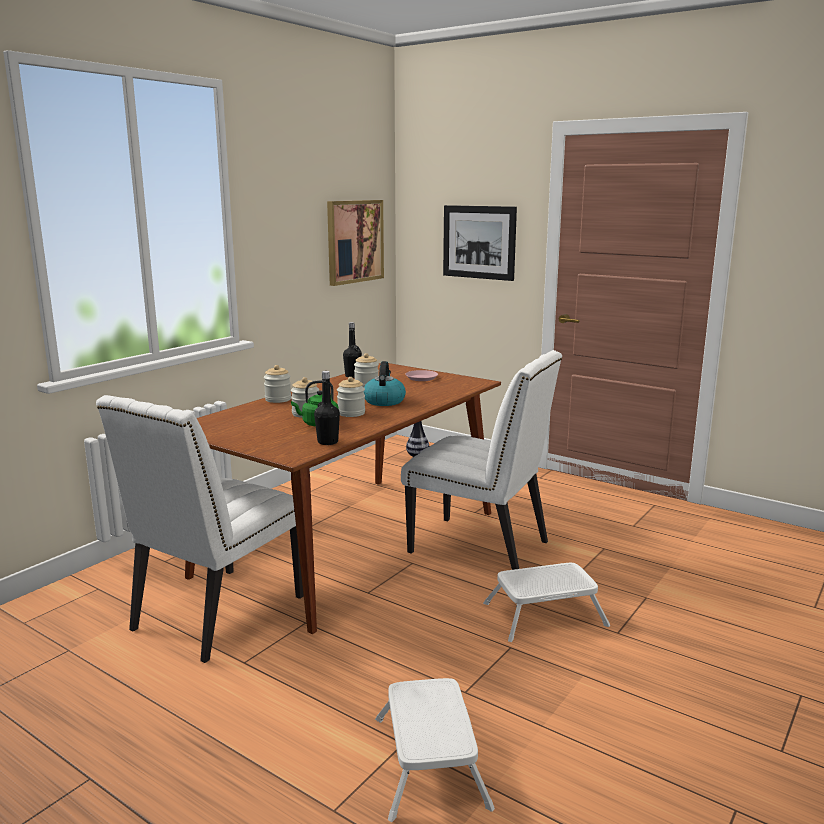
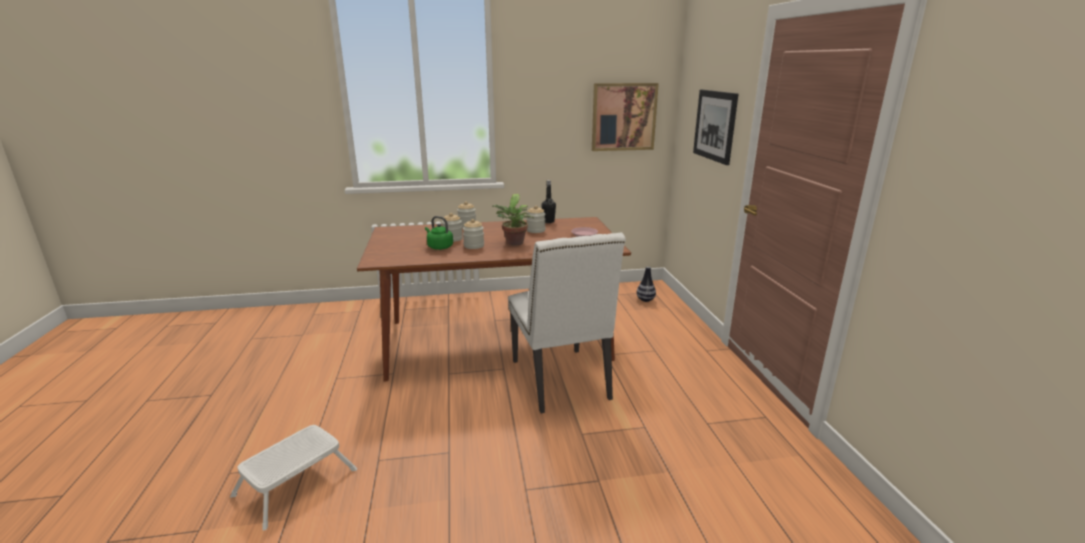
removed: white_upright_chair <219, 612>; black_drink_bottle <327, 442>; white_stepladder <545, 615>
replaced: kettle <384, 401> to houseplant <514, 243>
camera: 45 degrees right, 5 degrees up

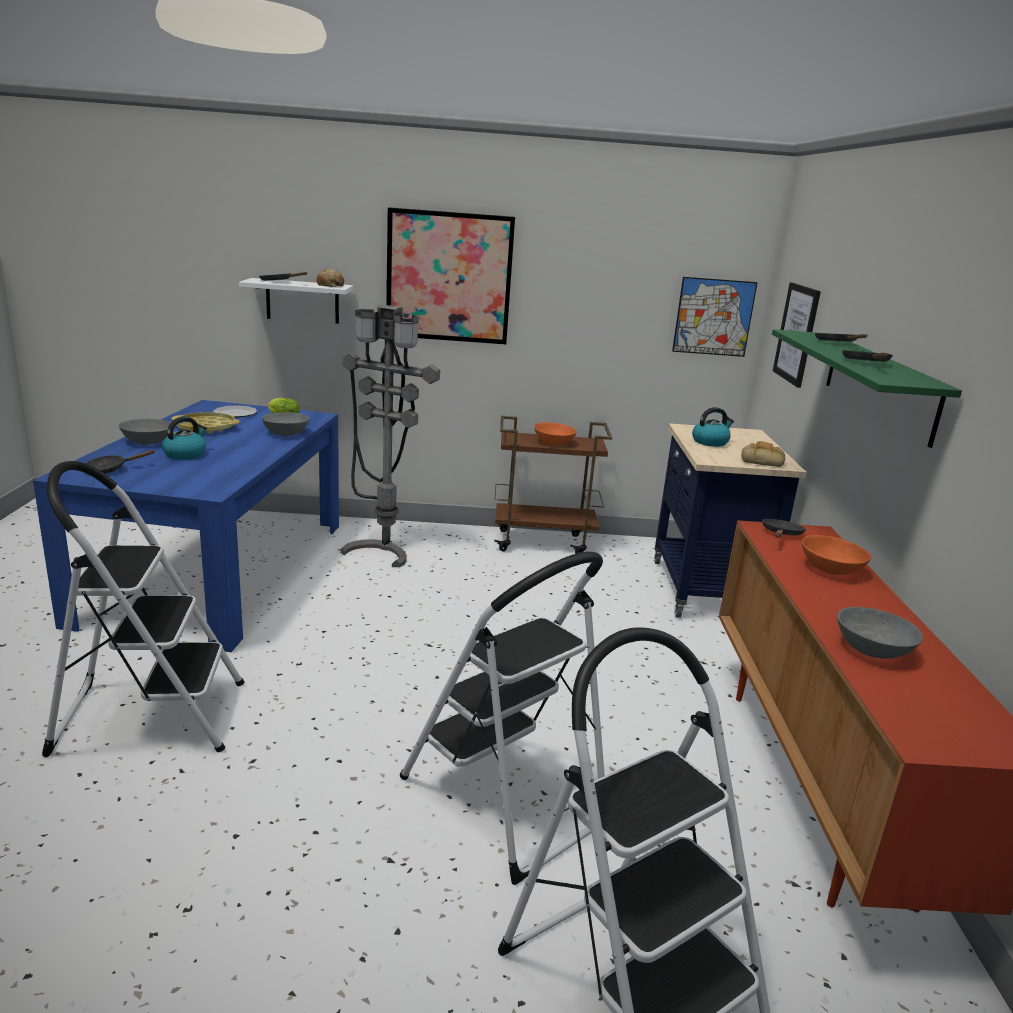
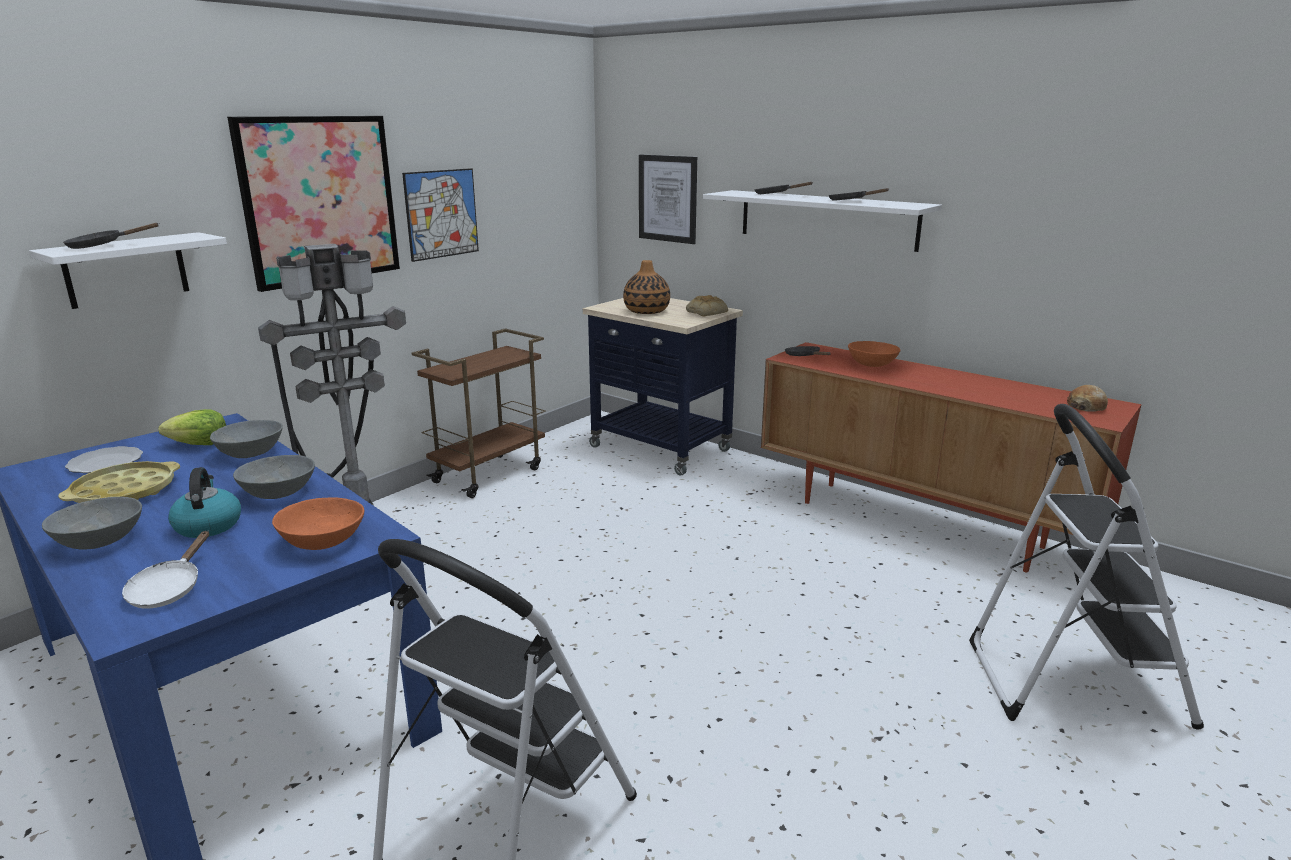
removed: stepladder <504, 803>
moved: grey_deep_dish <872, 650> to <279, 493>; orangey_deep_dish <553, 443> to <322, 542>; wall_art <713, 317> to <441, 214>; bread <330, 285> to <1086, 406>
replaced: kettle <710, 442> to vase <646, 311>
recoloured: black_pan <109, 470> to white_pan <169, 589>; greenish_wall_shelf <879, 384> to white_wall_shelf <826, 219>
camera: 50 degrees left, 0 degrees up

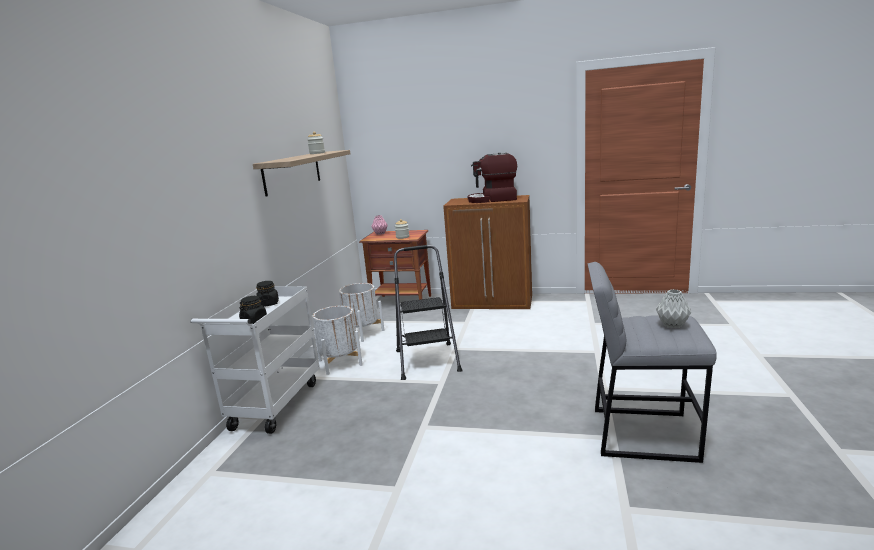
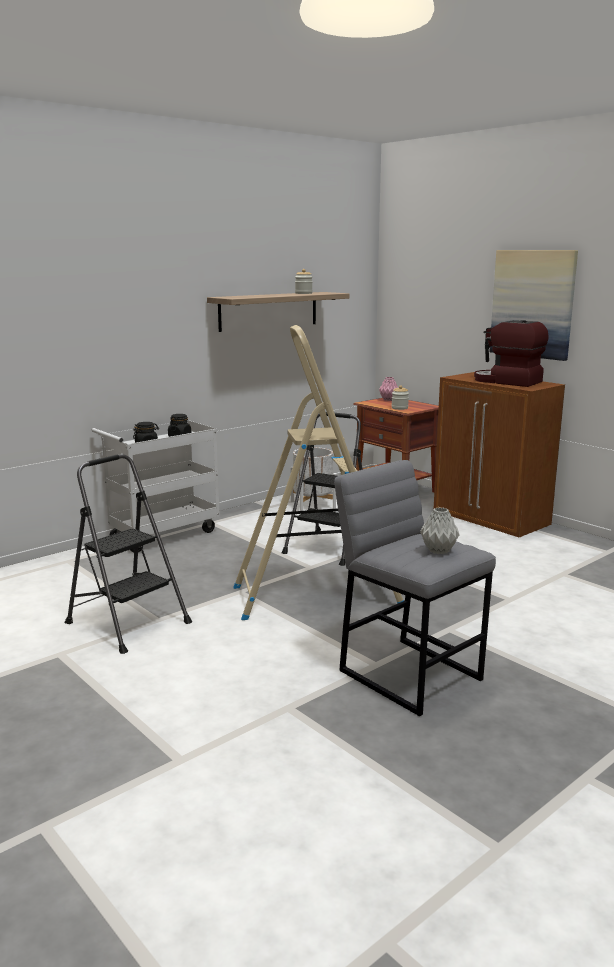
removed: white_flower_pot <340, 362>
added: black_stepladder <126, 620>; sand-coloured_stepladder <318, 596>; wall_art <533, 304>
camera: 35 degrees right, 0 degrees up

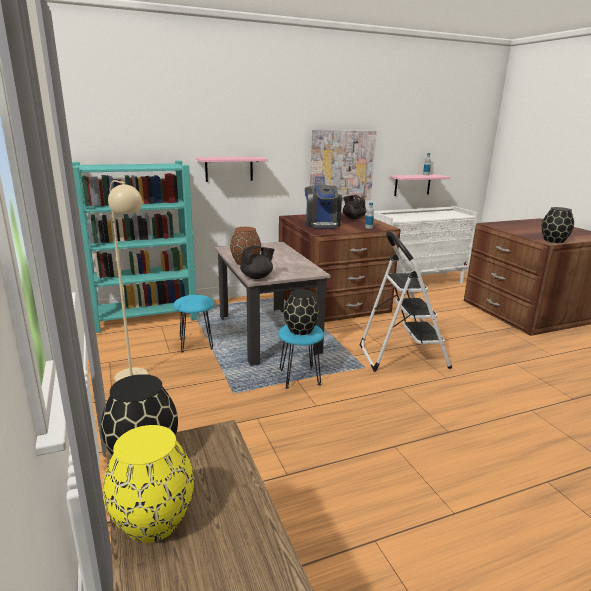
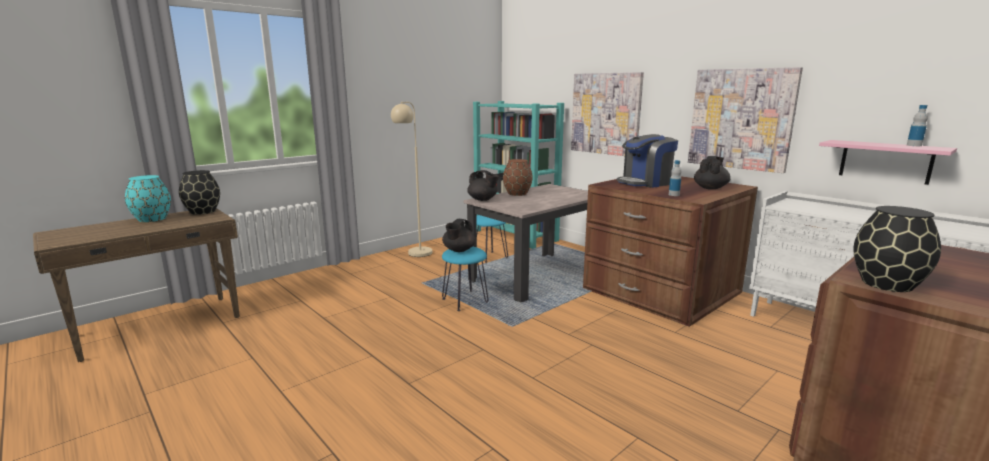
removed: stepladder <400, 356>
replaced: black_vase <300, 330> to black_pot_for_tea <458, 250>; pink_wall_shelf <229, 169> to wall_art <606, 114>
recoloured: yellow-coloured_vase <155, 520> to turquoise-coloured_vase <152, 219>
camera: 70 degrees right, 5 degrees down

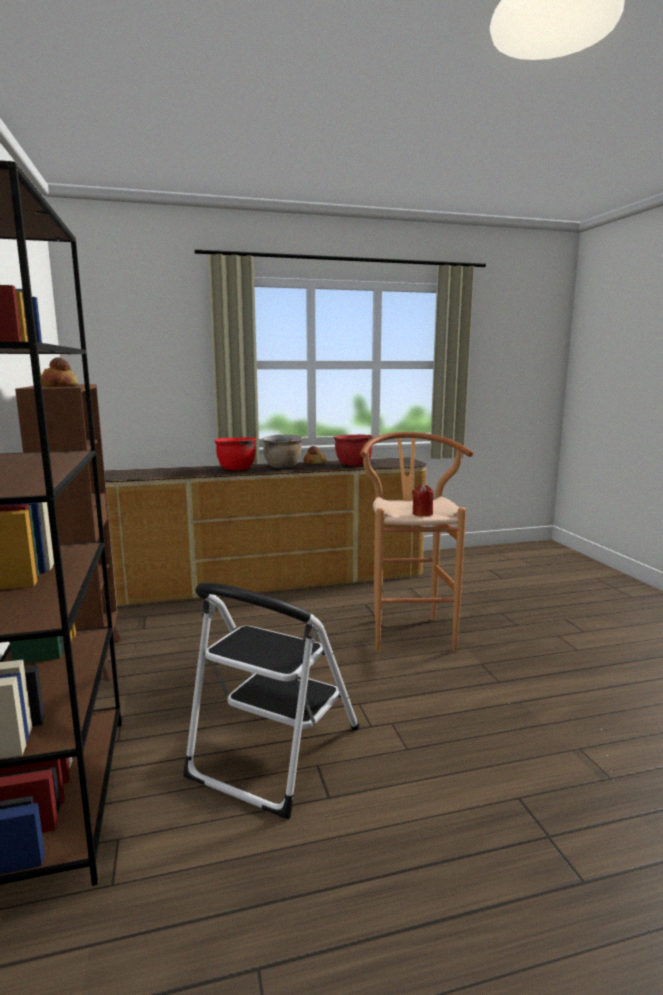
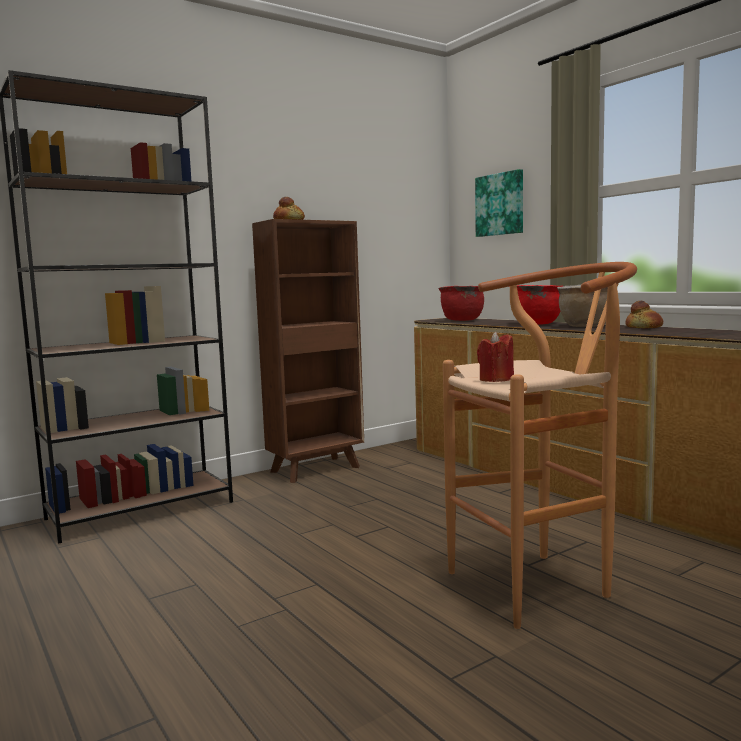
removed: stepladder <272, 754>
added: wall_art <500, 204>
moved: red-coloured_cooking_pot <353, 465> to <462, 320>
camera: 70 degrees right, 5 degrees down

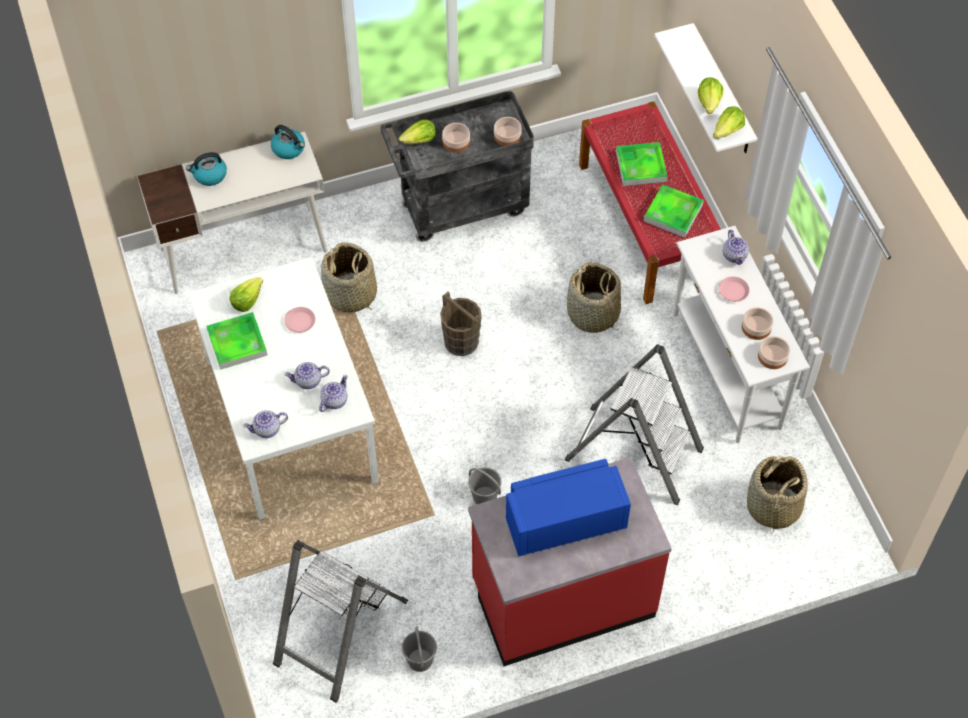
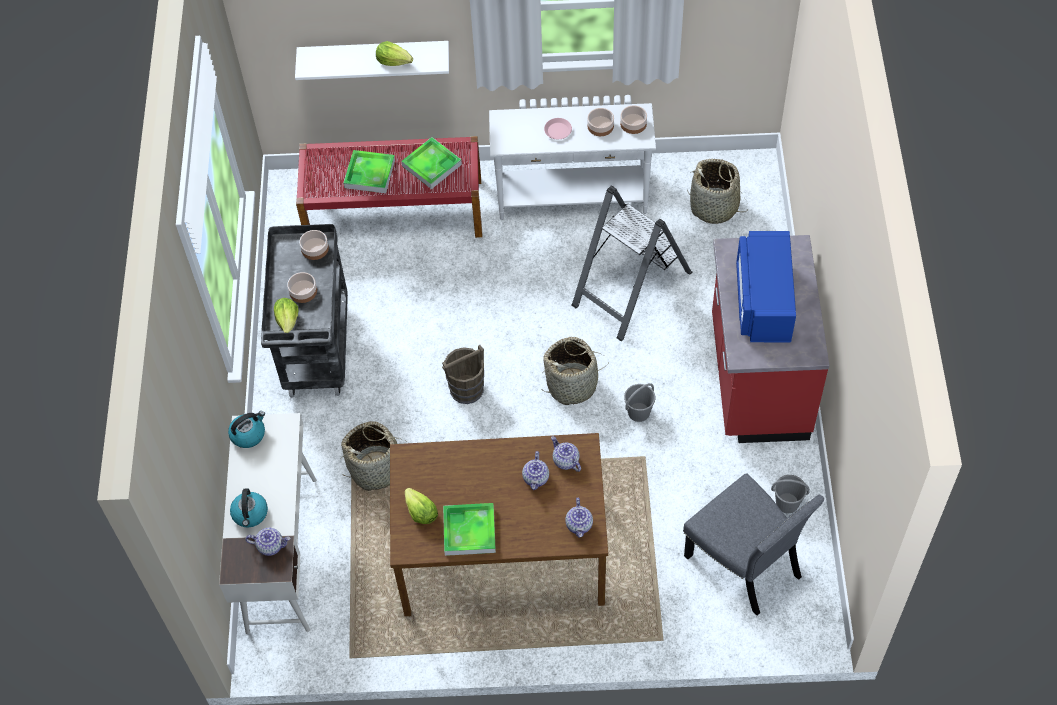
removed: pink_flat_dish <300, 322>; lettuce <727, 131>
moved: pot_for_tea <735, 255> to <271, 545>; storage_basket <593, 314> to <572, 384>
replaced: grey_stepladder <339, 633> to grey_upright_chair <743, 562>
recoloured: white_dining_table <292, 420> to brownish_dining_table <503, 553>
camera: 70 degrees left, 0 degrees up

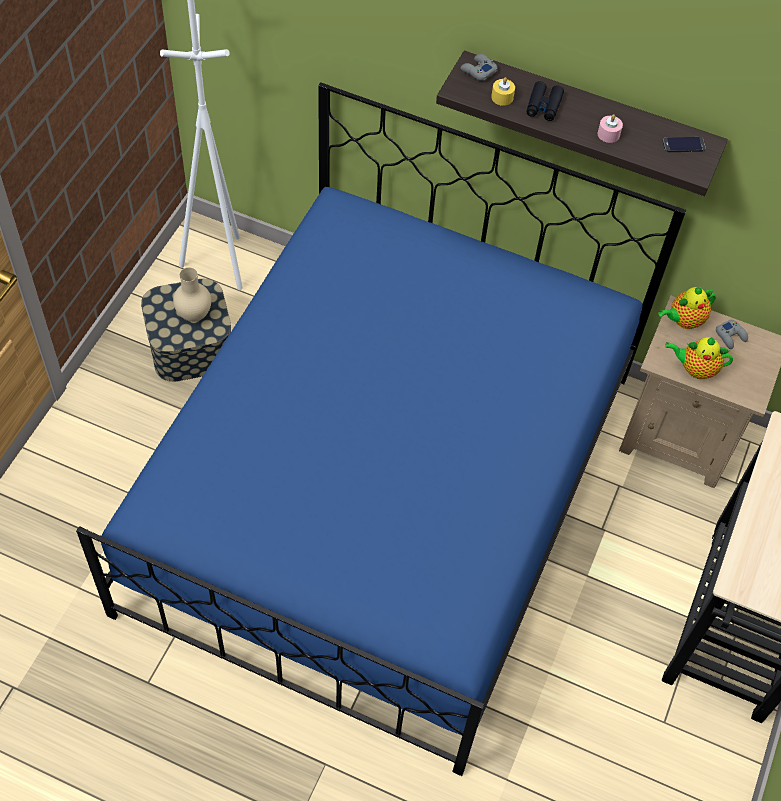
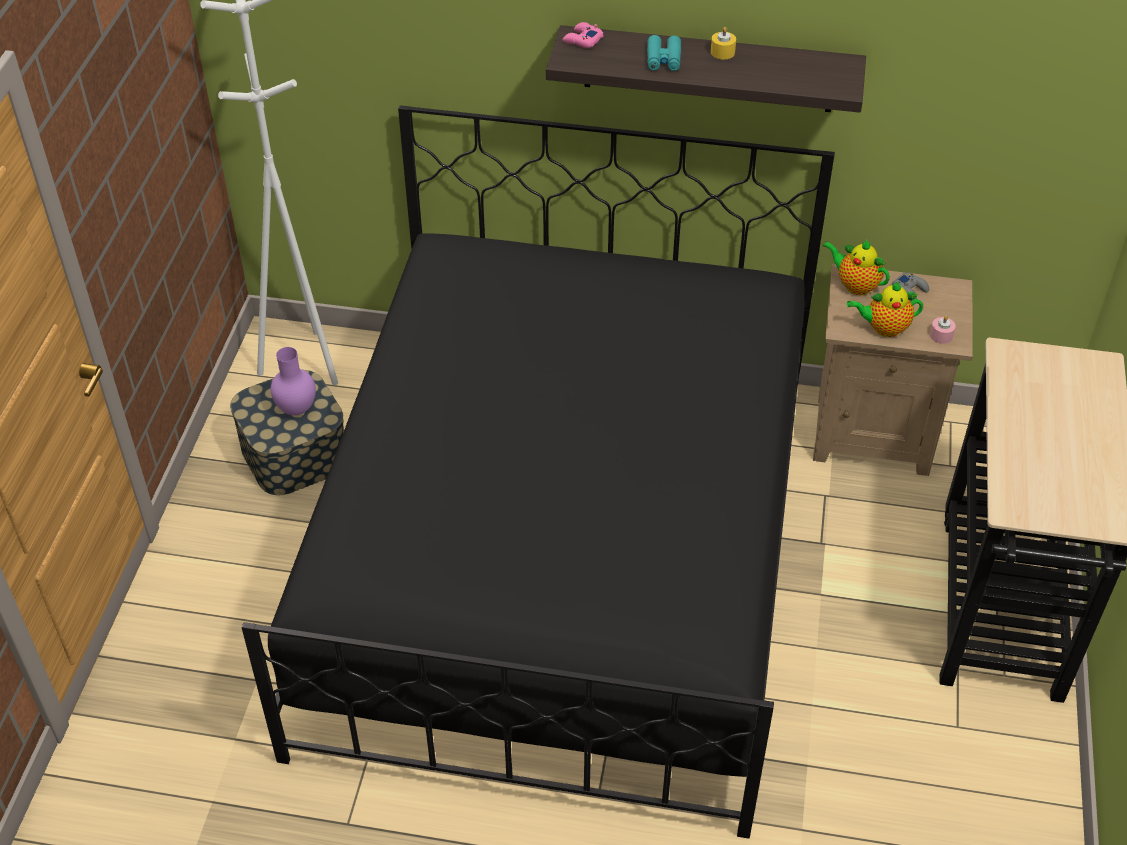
removed: phone <683, 144>
moved: yellow-coloured_wax_light <502, 97> to <722, 52>; pink_wax_light <608, 134> to <941, 335>
recoloured: blue-coloured_bedroom_bed <384, 489> to black_bedroom_bed <564, 555>; sand-coloured_vase <195, 315> to purple_vase <297, 409>; grey_joypad <478, 71> to pink_joypad <582, 40>; black_binoculars <543, 106> to turquoise-coloured_binoculars <663, 59>
turned: pot_for_tea <683, 321> = <855, 285> 75 degrees clockwise
camera: 10 degrees left, 10 degrees down

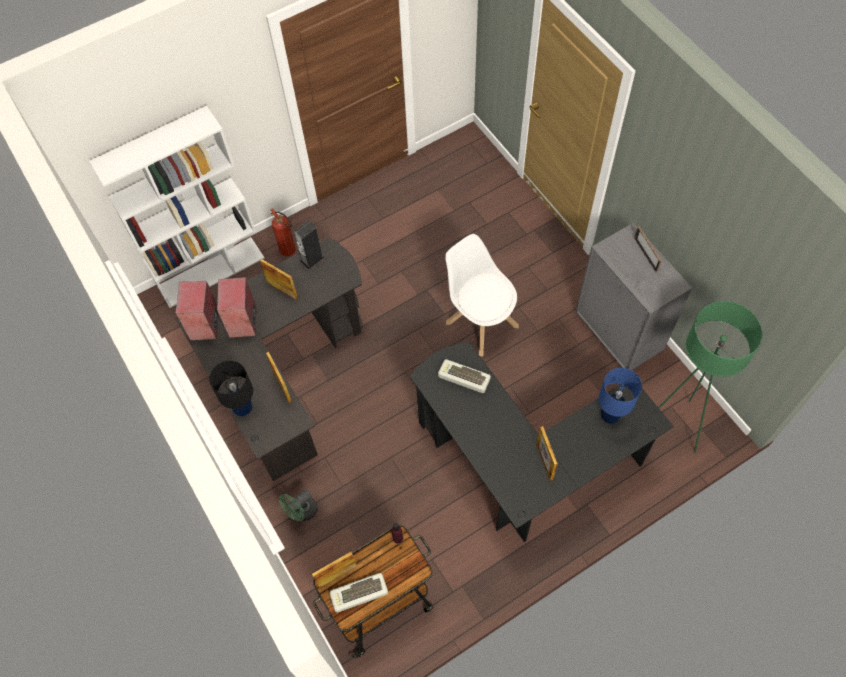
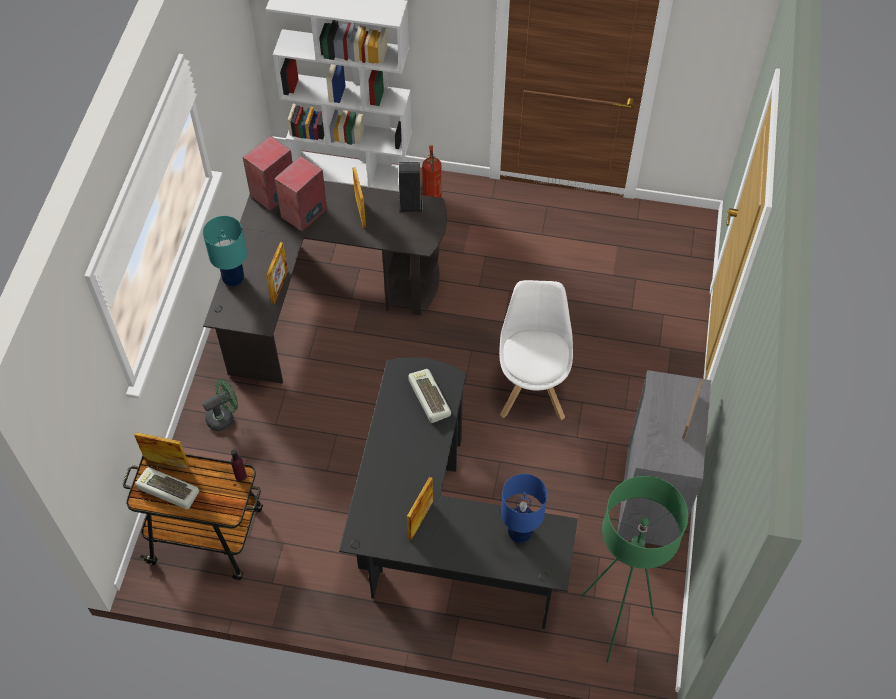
recoloured: black_tabletop_lamp <243, 408> to turquoise-coloured_tabletop_lamp <234, 279>
turned: greenish_fan <302, 512> = <224, 417> 150 degrees clockwise
camera: 40 degrees right, 5 degrees down

